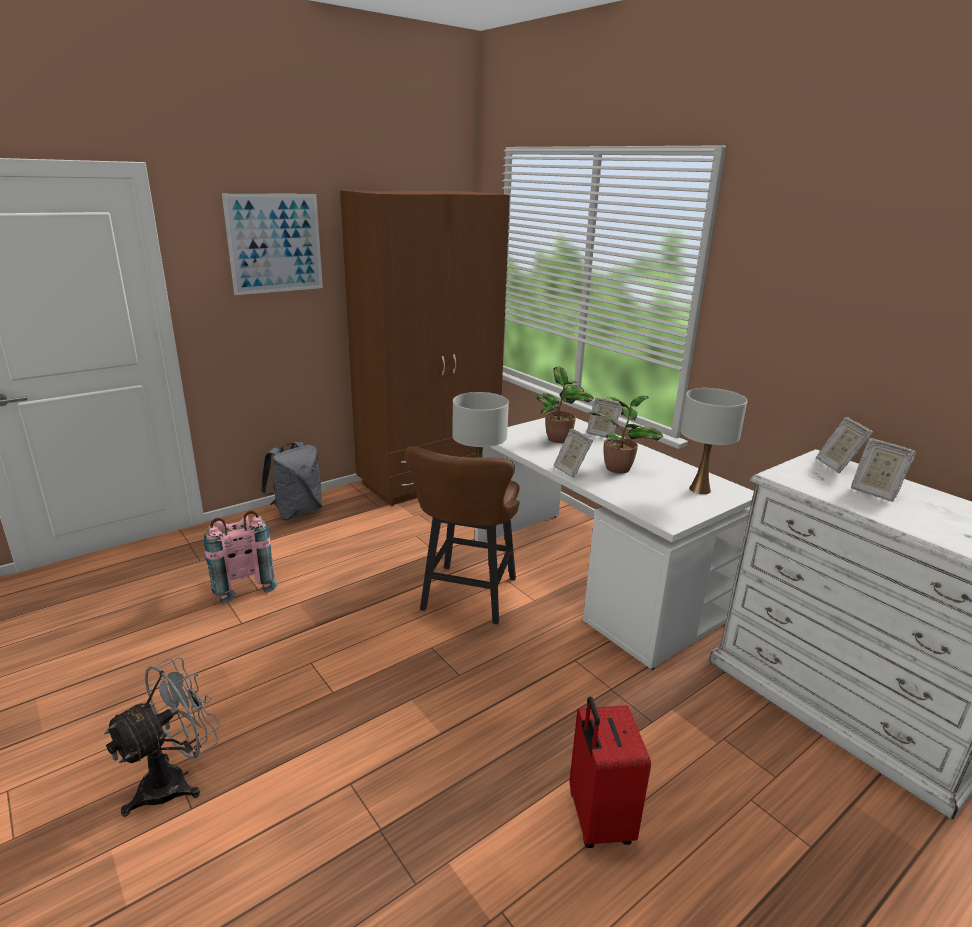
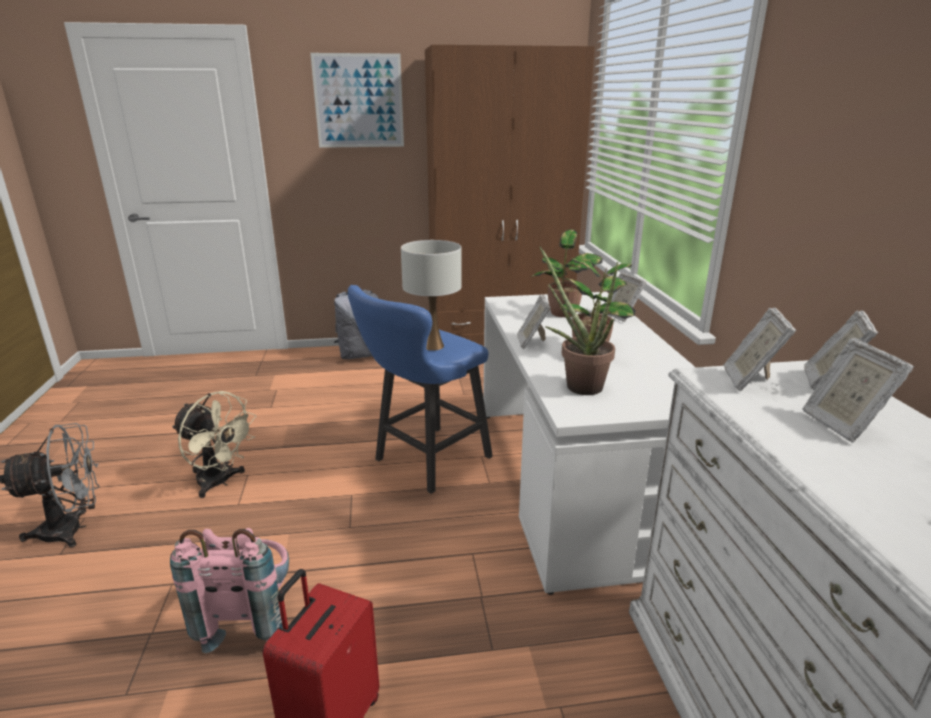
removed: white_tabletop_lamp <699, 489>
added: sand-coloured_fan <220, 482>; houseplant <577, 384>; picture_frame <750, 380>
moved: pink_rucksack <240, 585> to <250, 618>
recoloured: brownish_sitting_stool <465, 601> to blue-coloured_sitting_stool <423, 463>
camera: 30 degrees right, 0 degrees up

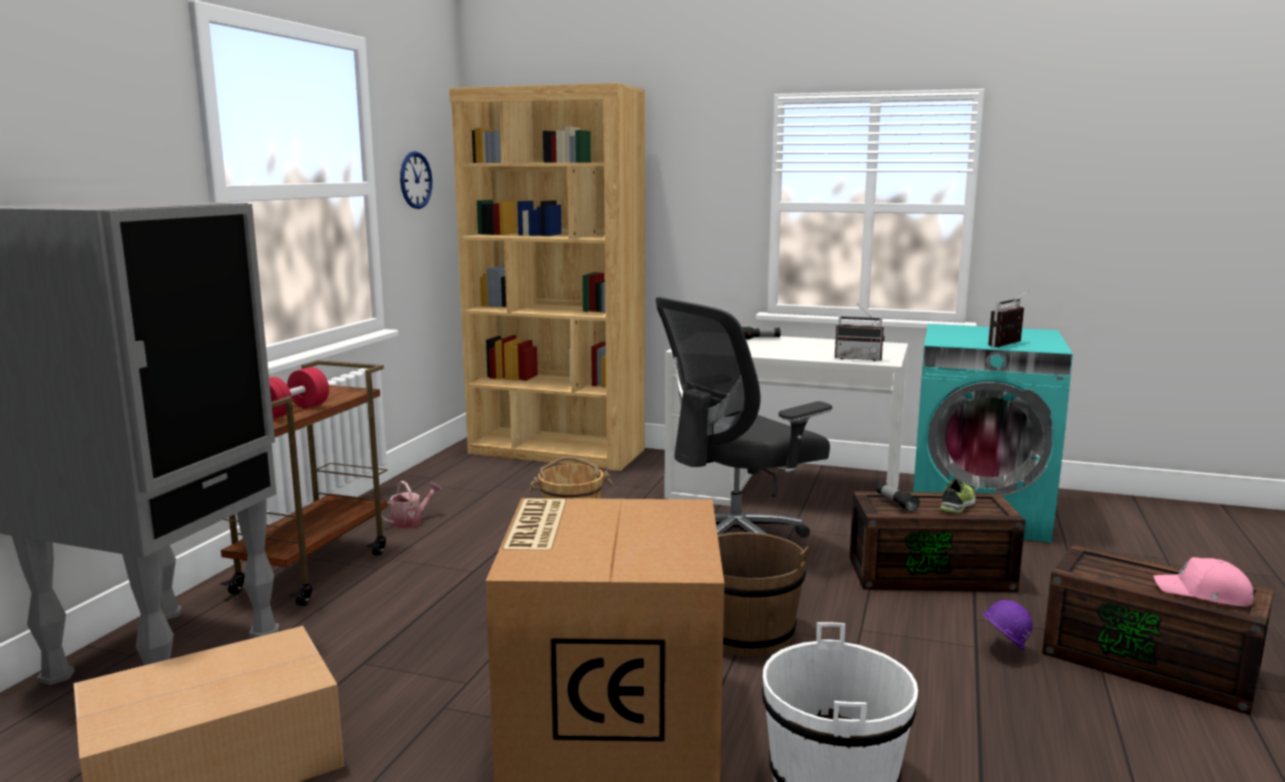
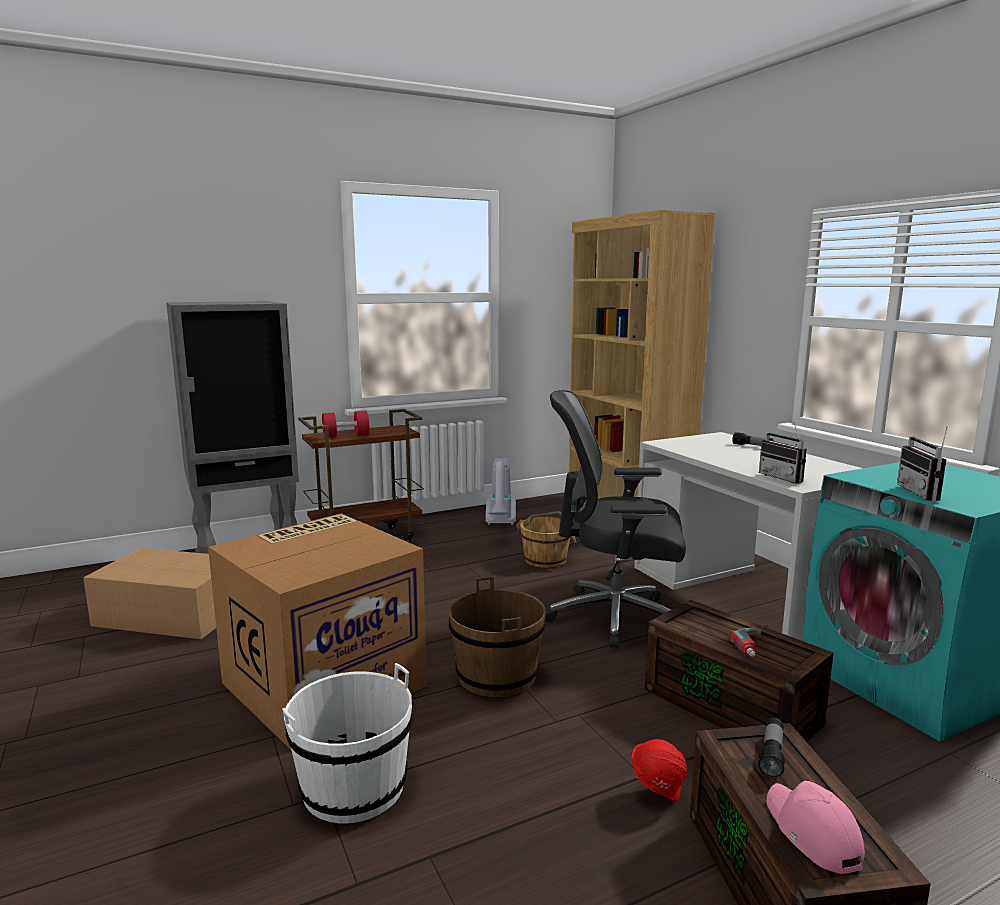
removed: watering_can <411, 521>; clock_on_the_wall <415, 180>
added: vacuum_cleaner <501, 525>
moved: hand_torch <896, 503> to <772, 755>
replaced: shoe <958, 505> to drill <758, 644>
recoloured: purple_work_helmet <1002, 650> to red-coloured_work_helmet <658, 792>
turned: radio <1010, 345> = <925, 494> 90 degrees counterclockwise
camera: 45 degrees right, 0 degrees up

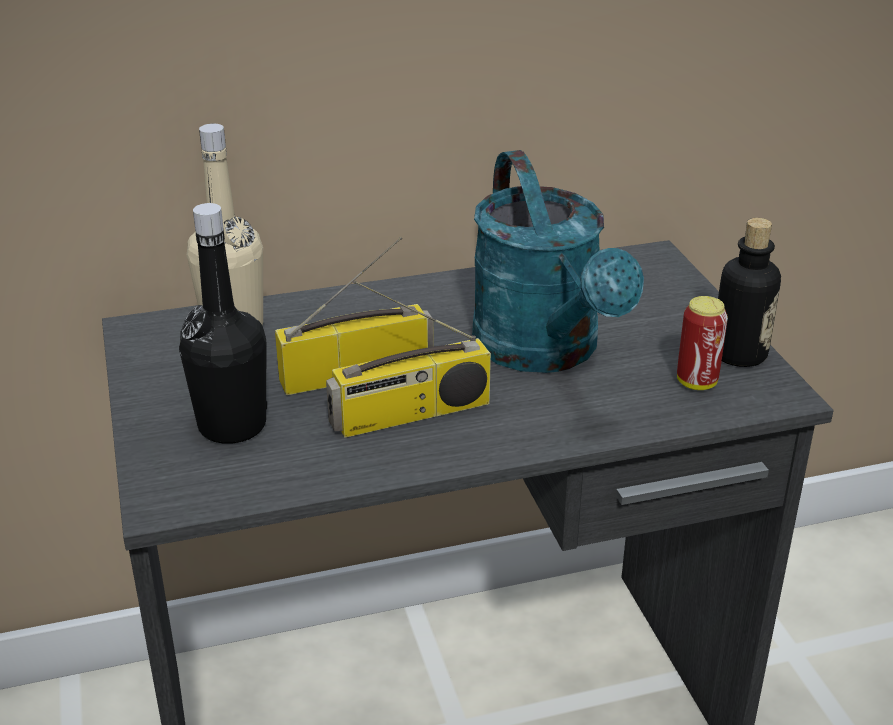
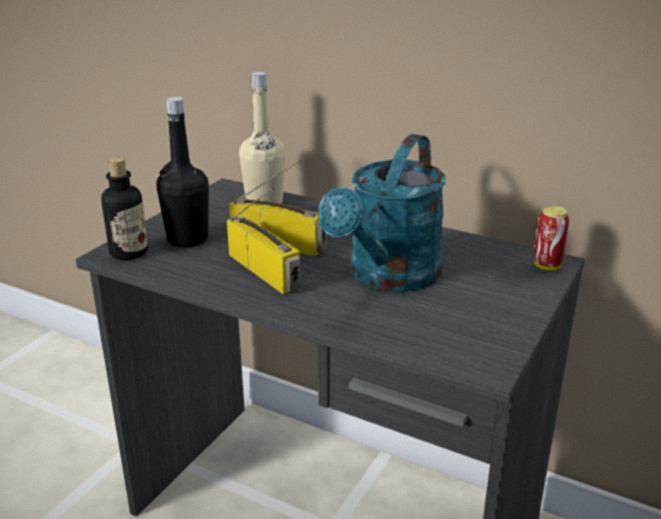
moved: drink_bottle <739, 354> to <129, 252>; metal_can <696, 382> to <547, 266>
turned: radio <410, 415> = <266, 271> 150 degrees counterclockwise
camera: 45 degrees right, 5 degrees down

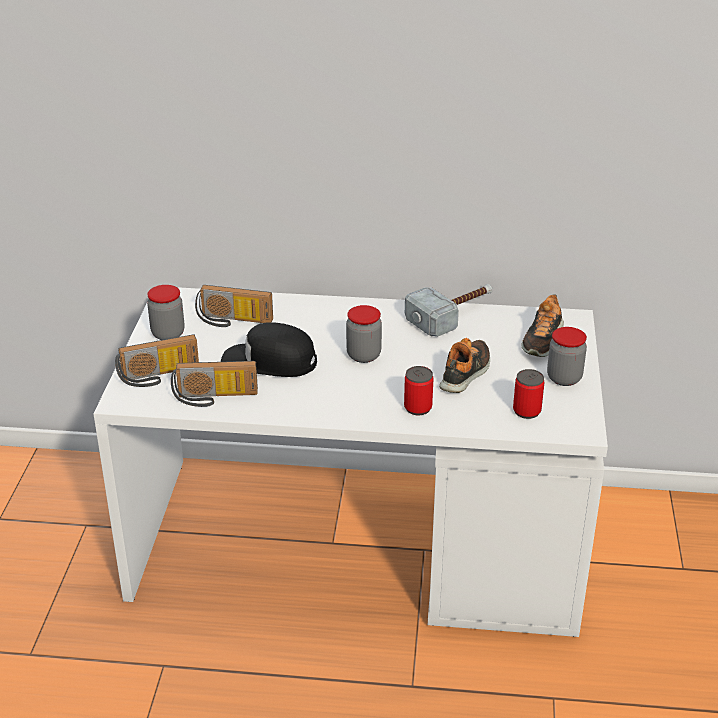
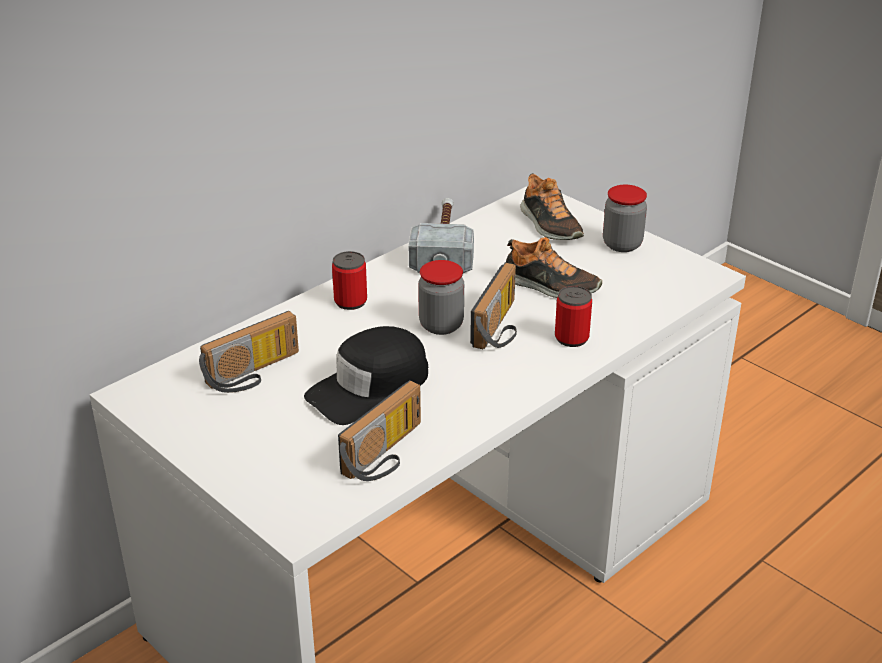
removed: storage_jar <168, 334>
moved: metal_can <526, 411> to <350, 301>; radio <159, 376> to <501, 327>
turned: shoe <466, 373> = <549, 286> 135 degrees clockwise
camera: 50 degrees left, 0 degrees up

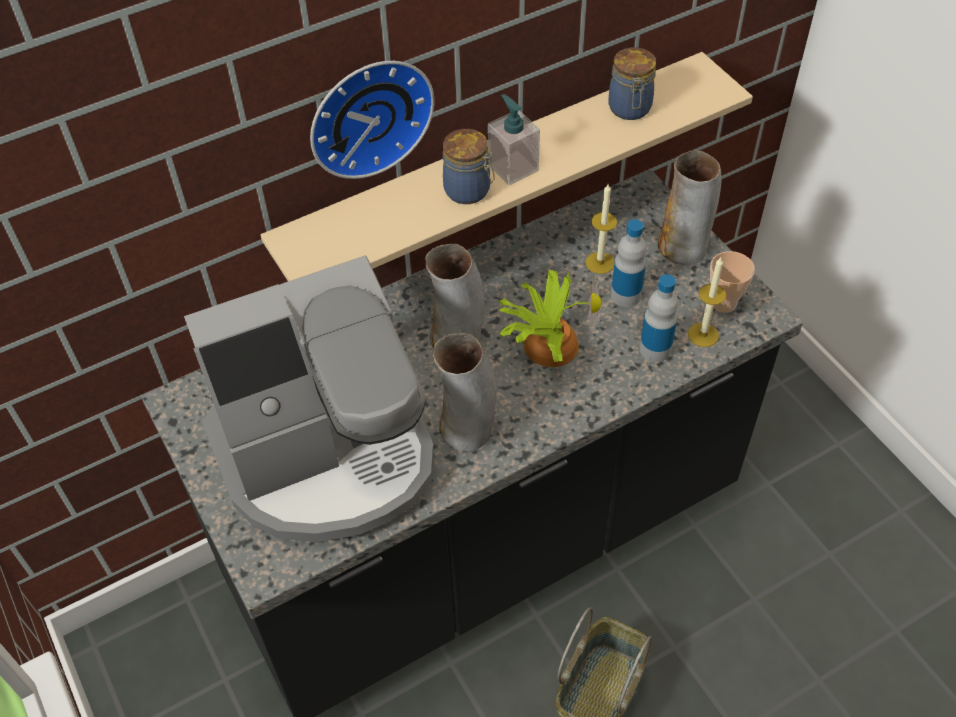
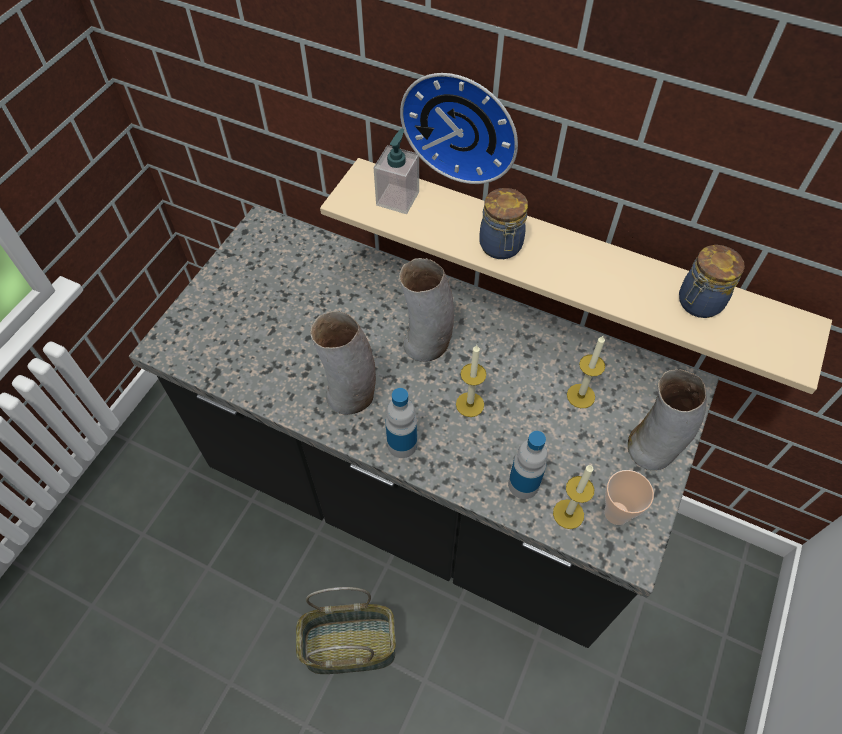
removed: coffee_brewer <328, 456>
moved: soap_bottle <513, 168> to <398, 198>; drink_bottle <626, 295> to <402, 444>
replaced: houseplant <548, 343> to wax_light <470, 404>
camera: 55 degrees right, 5 degrees up

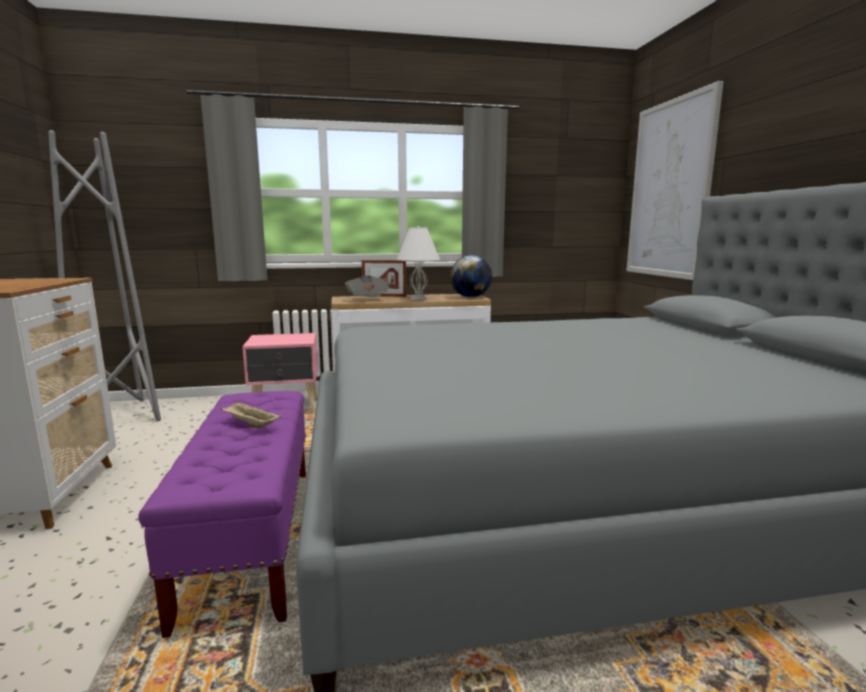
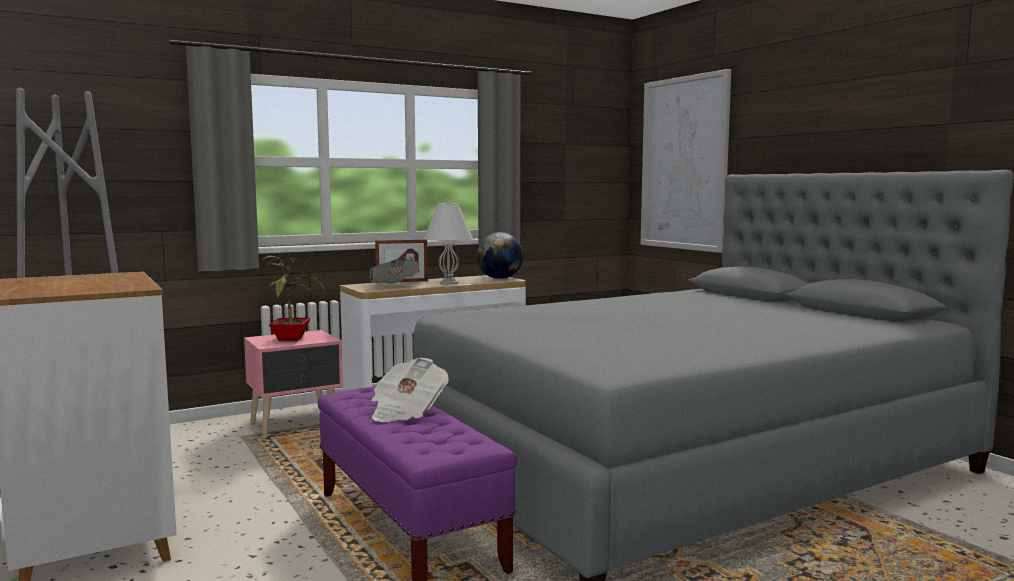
added: houseplant <291, 338>
replaced: sand-coloured_serving_tray <250, 424> to daily_paper <406, 411>
camera: 20 degrees left, 5 degrees down

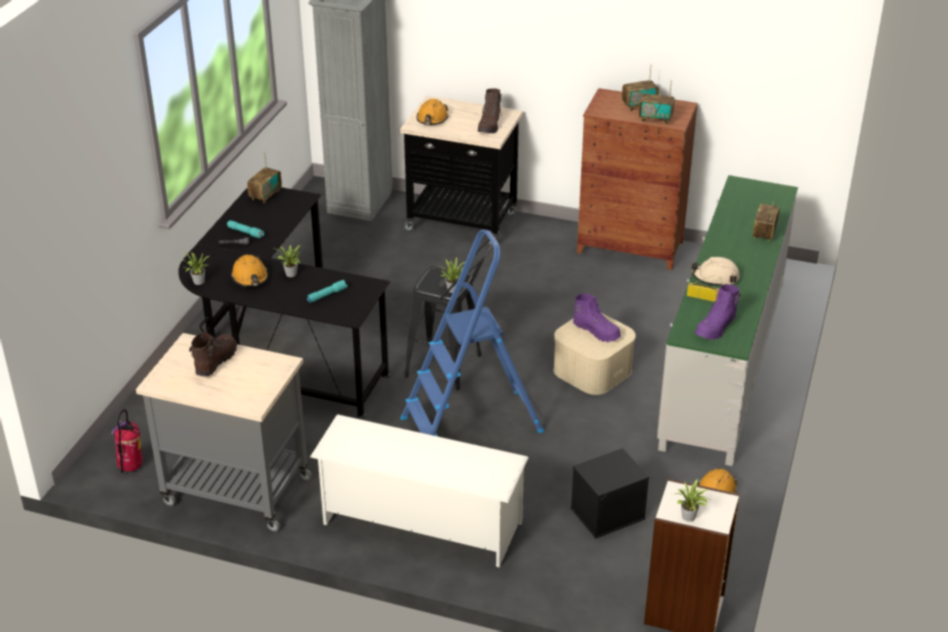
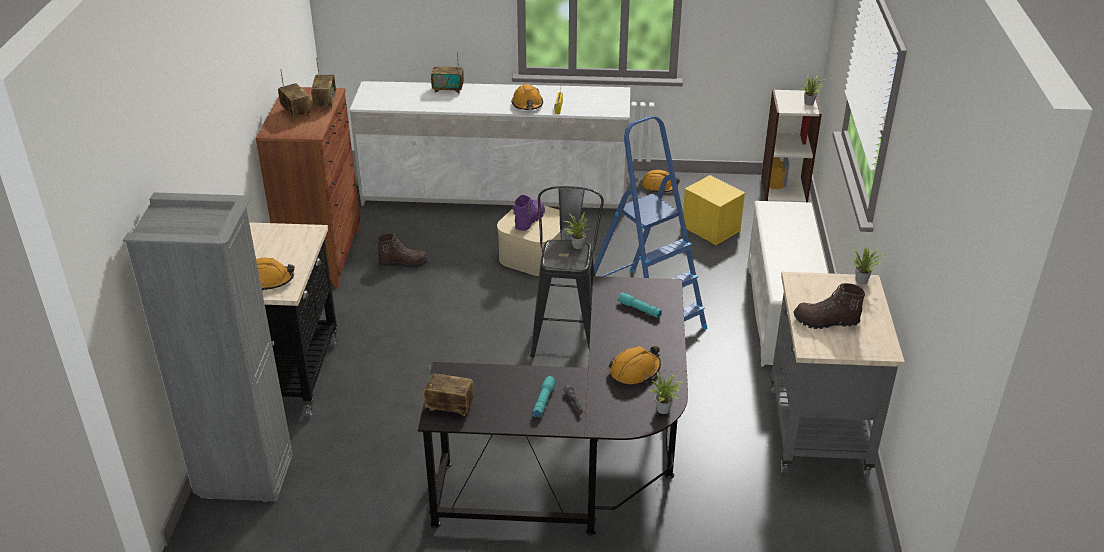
removed: fire_extinguisher <131, 468>; purple_boot <716, 328>
moved: brownish_boot <490, 125> to <403, 263>; houseplant <291, 275> to <863, 280>
recoloured: greenish_cupboard <724, 361> to white_cupboard <494, 194>; sand-coloured_work_helmet <715, 278> to orangey_work_helmet <527, 104>; black_storage_container <608, 513> to yellow-coloured_storage_container <710, 228>
camera: 105 degrees left, 0 degrees up

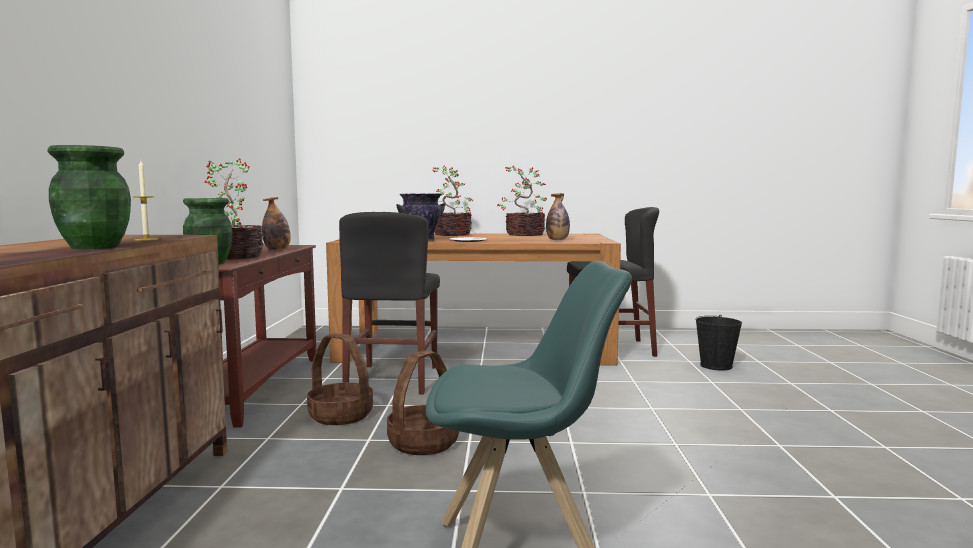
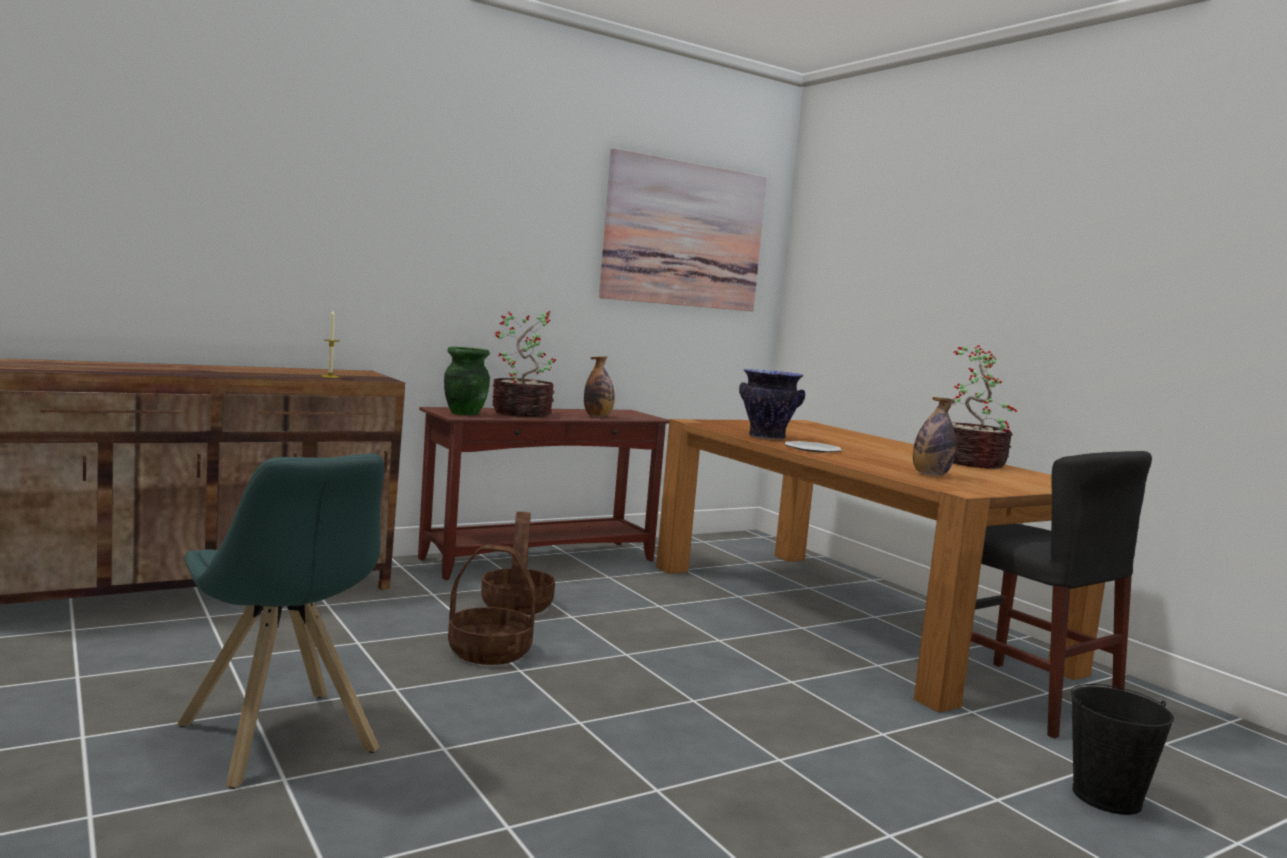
removed: greenish_vase <94, 247>; black_upright_chair <393, 379>; houseplant <451, 234>
added: wall_art <684, 234>
camera: 55 degrees right, 0 degrees up

